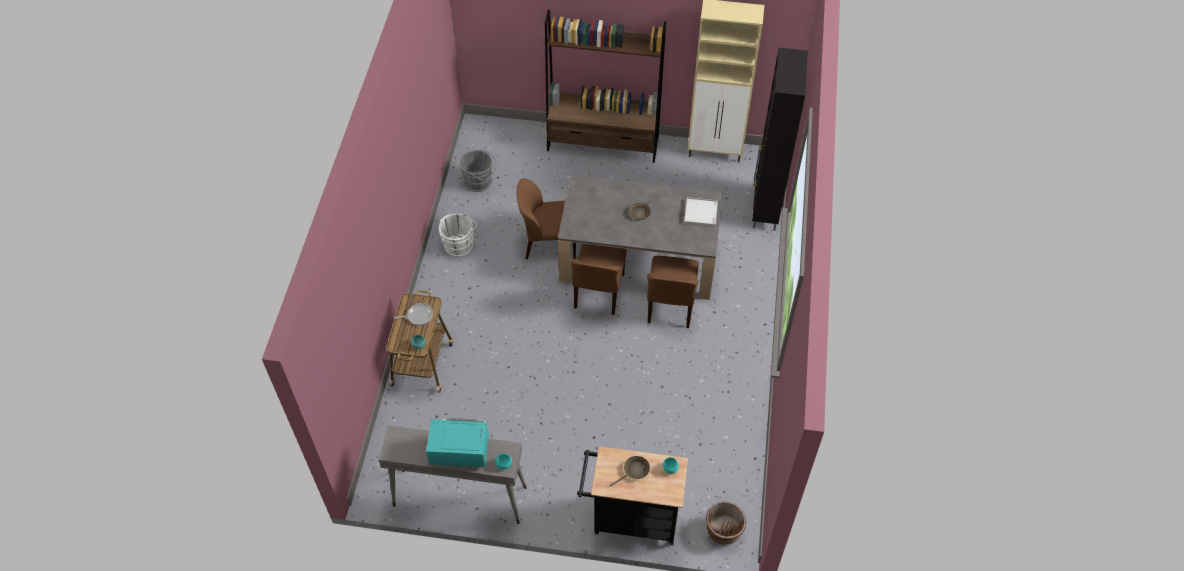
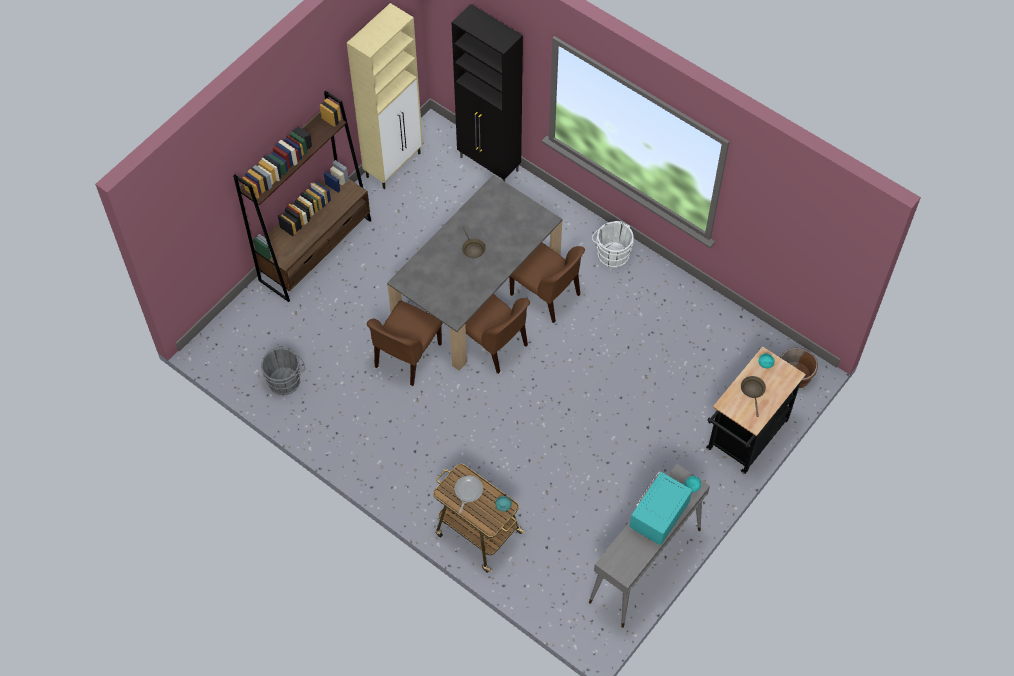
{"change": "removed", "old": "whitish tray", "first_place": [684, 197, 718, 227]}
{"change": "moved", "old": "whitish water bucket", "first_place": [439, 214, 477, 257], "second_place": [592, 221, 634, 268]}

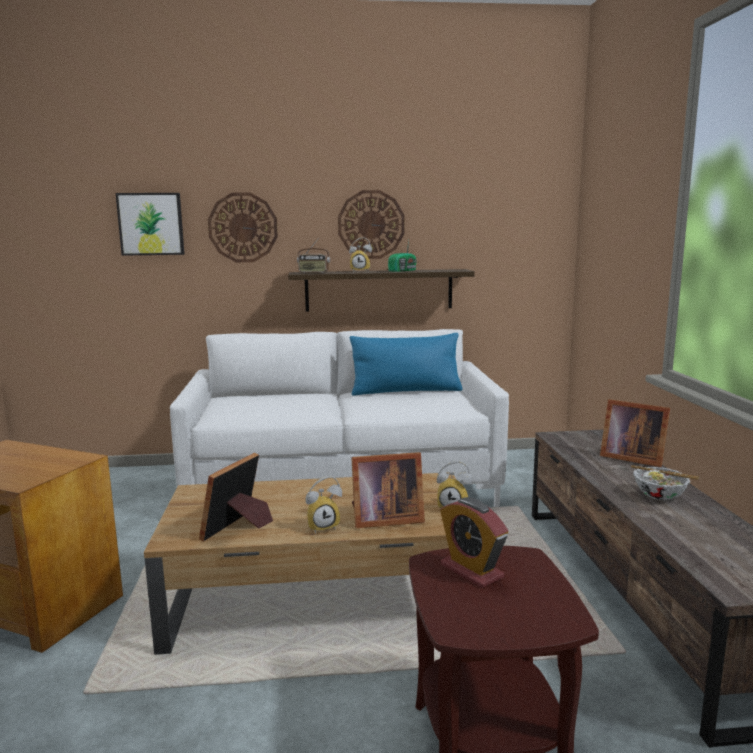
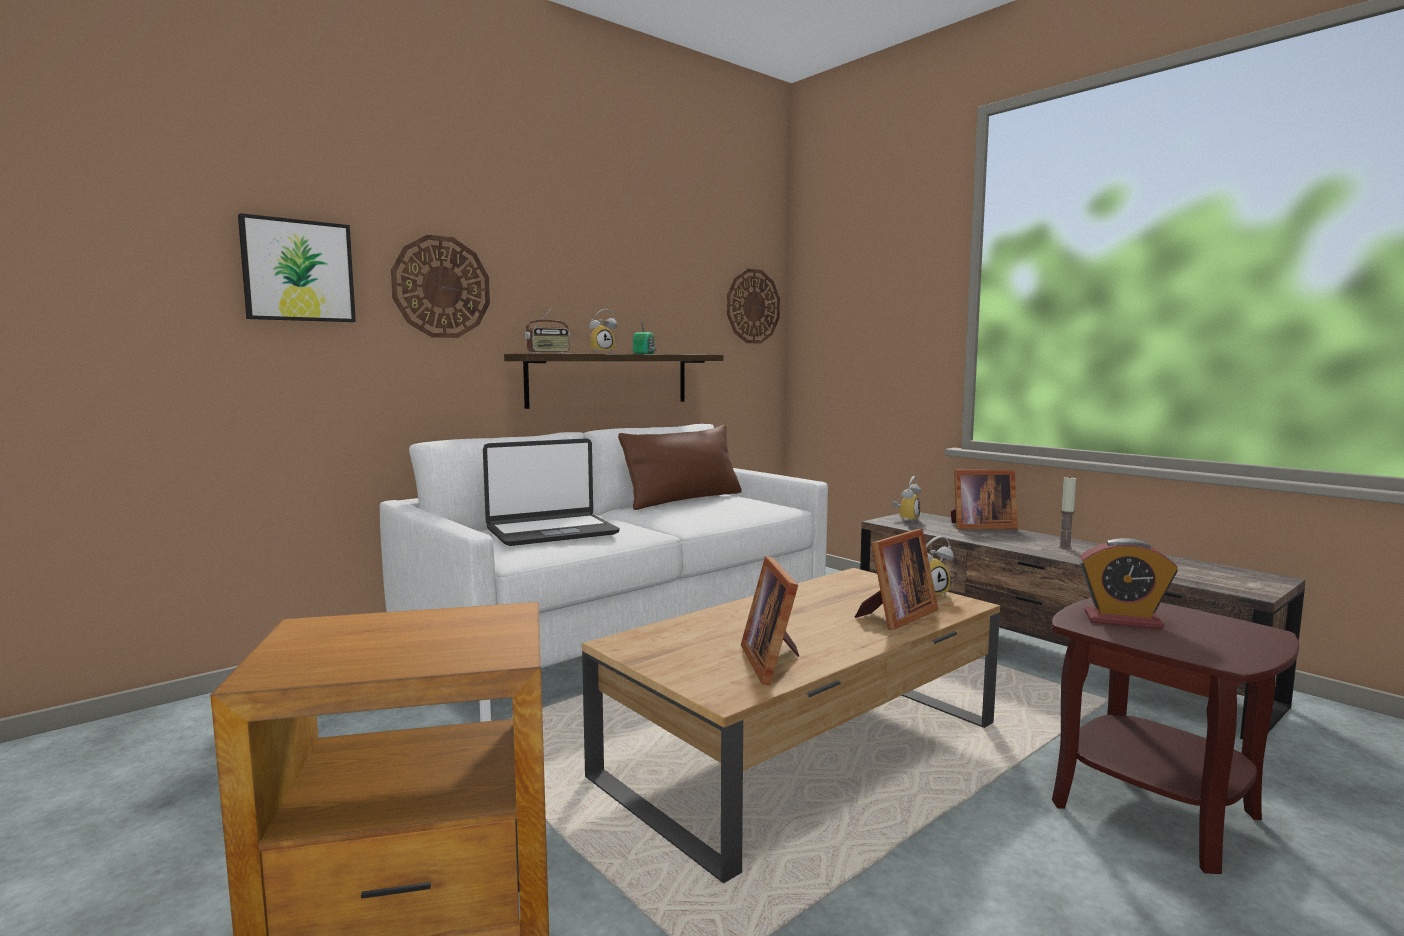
{"change": "added", "new": "portable computer", "second_place": [483, 438, 620, 546]}
{"change": "moved", "old": "bedside clock", "first_place": [306, 476, 342, 534], "second_place": [892, 476, 921, 523]}
{"change": "moved", "old": "hanging clock", "first_place": [338, 190, 405, 259], "second_place": [727, 269, 780, 343]}
{"change": "replaced", "old": "deep dish", "new": "wax light", "first_place": [631, 465, 699, 500], "second_place": [1058, 476, 1076, 549]}
{"change": "recoloured", "old": "blue cushion", "new": "brown-coloured cushion", "first_place": [350, 333, 463, 395], "second_place": [618, 425, 742, 510]}

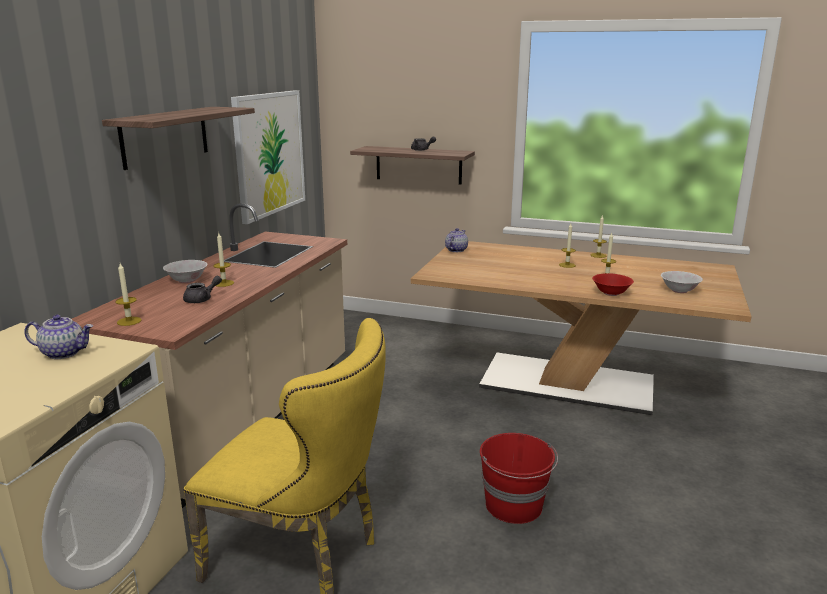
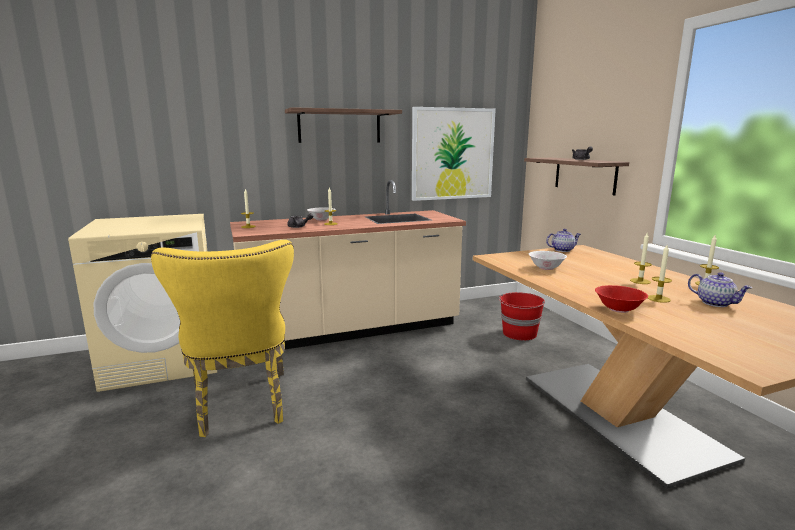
{"change": "moved", "old": "teapot", "first_place": [24, 315, 93, 359], "second_place": [688, 272, 752, 307]}
{"change": "moved", "old": "reddish water bucket", "first_place": [480, 433, 558, 524], "second_place": [499, 292, 545, 340]}
{"change": "moved", "old": "whitish deep dish", "first_place": [661, 271, 703, 293], "second_place": [529, 251, 567, 270]}

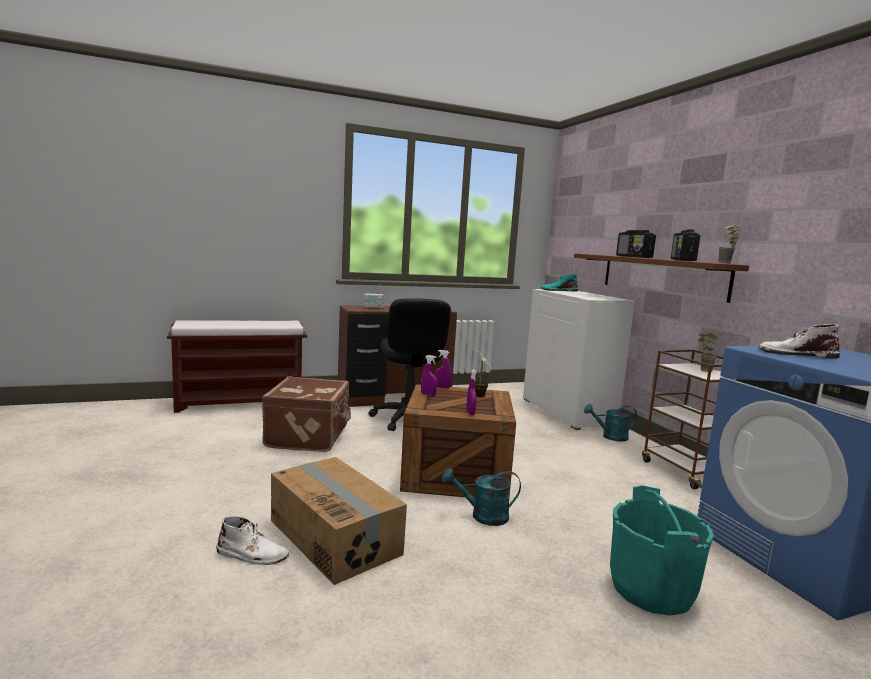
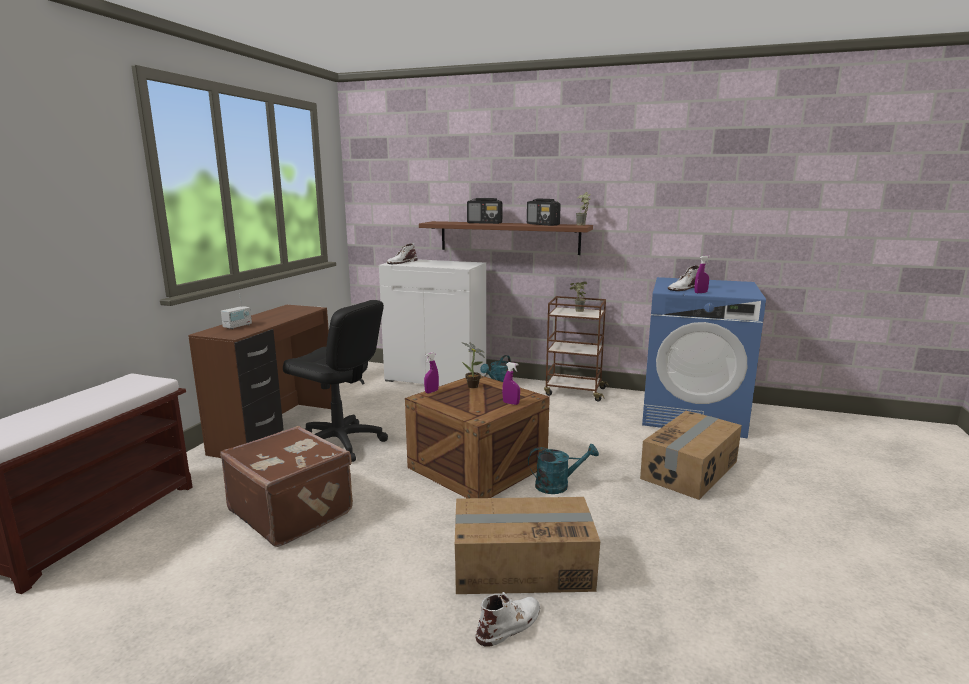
{"change": "moved", "old": "purple-coloured sprayer", "first_place": [421, 355, 437, 396], "second_place": [694, 255, 710, 293]}
{"change": "replaced", "old": "turquoise water bucket", "new": "packing box", "first_place": [610, 485, 714, 616], "second_place": [640, 411, 742, 500]}
{"change": "recoloured", "old": "turquoise high-top boot", "new": "whitish high-top boot", "first_place": [541, 274, 578, 292], "second_place": [386, 243, 417, 264]}
{"change": "turned", "old": "turquoise sprinkling can", "first_place": [442, 468, 521, 526], "second_place": [528, 444, 599, 494], "degrees": -135}

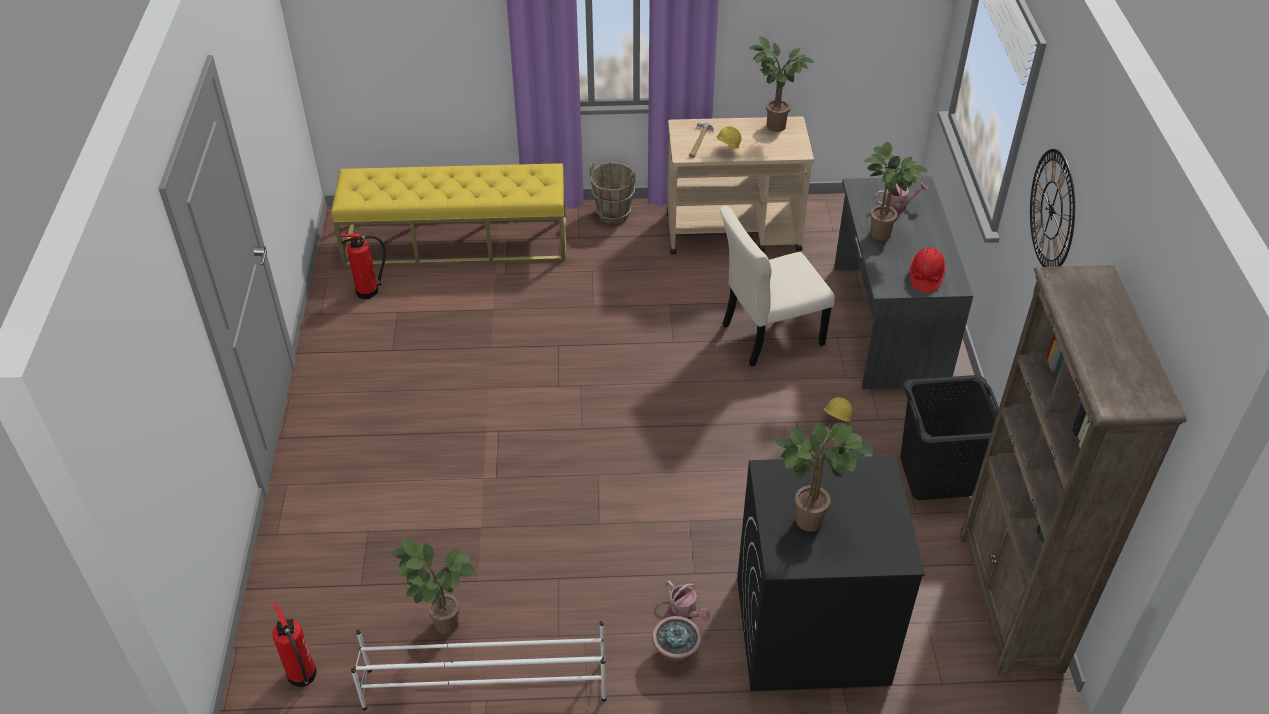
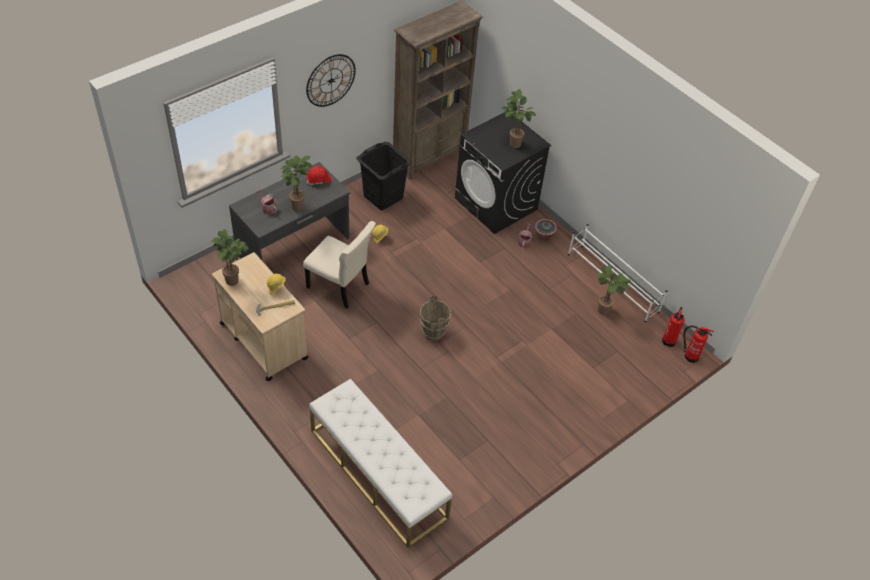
{"change": "moved", "old": "fire extinguisher", "first_place": [339, 234, 386, 299], "second_place": [683, 325, 714, 363]}
{"change": "moved", "old": "brown-coloured water bucket", "first_place": [590, 162, 636, 224], "second_place": [420, 295, 451, 341]}
{"change": "recoloured", "old": "yellowish bench", "new": "whitish bench", "first_place": [331, 163, 566, 267], "second_place": [309, 379, 452, 548]}

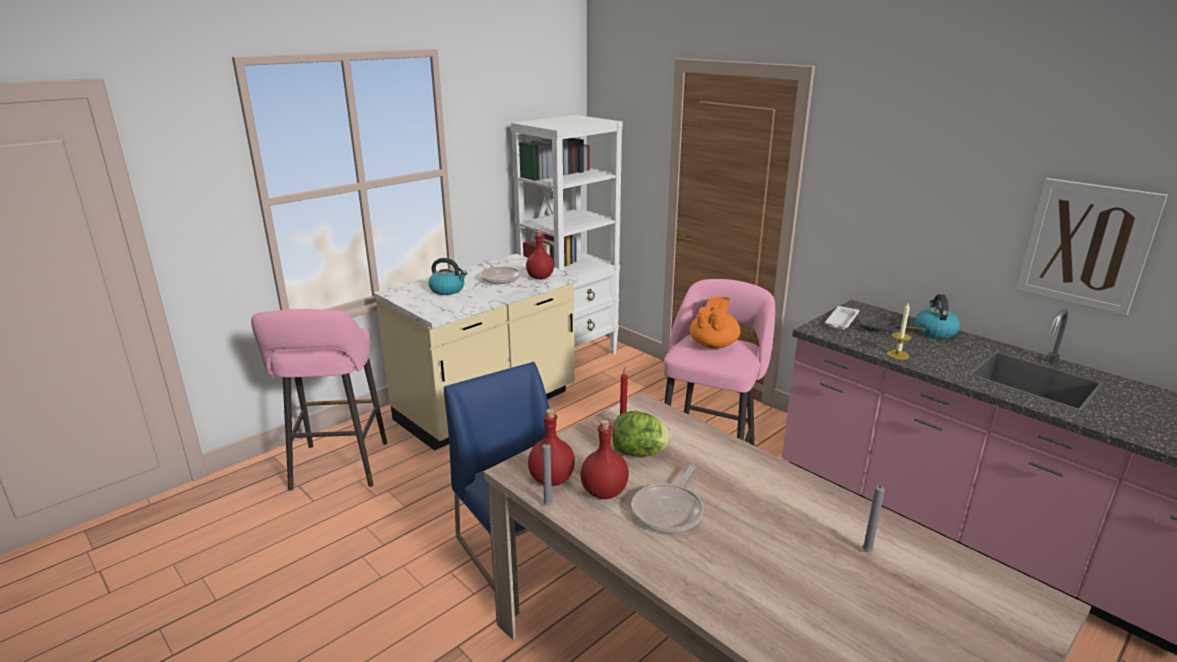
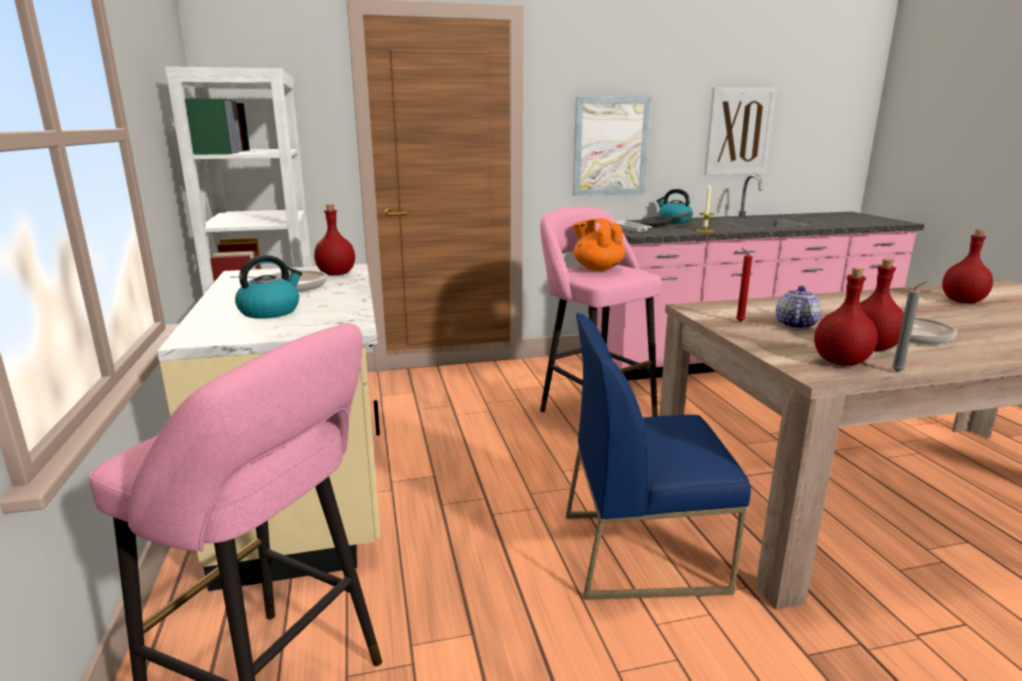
{"change": "added", "new": "wall picture", "second_place": [573, 97, 651, 196]}
{"change": "replaced", "old": "lettuce head", "new": "teapot", "first_place": [612, 411, 671, 457], "second_place": [776, 286, 822, 329]}
{"change": "replaced", "old": "gray wax light", "new": "reddish drink bottle", "first_place": [862, 482, 885, 552], "second_place": [942, 230, 993, 303]}

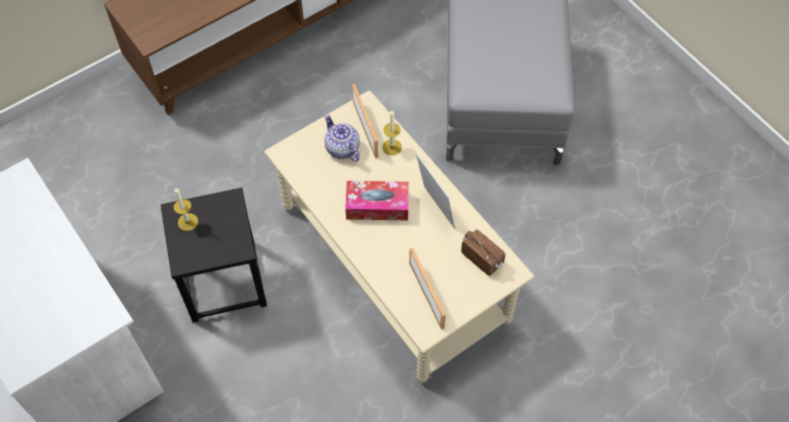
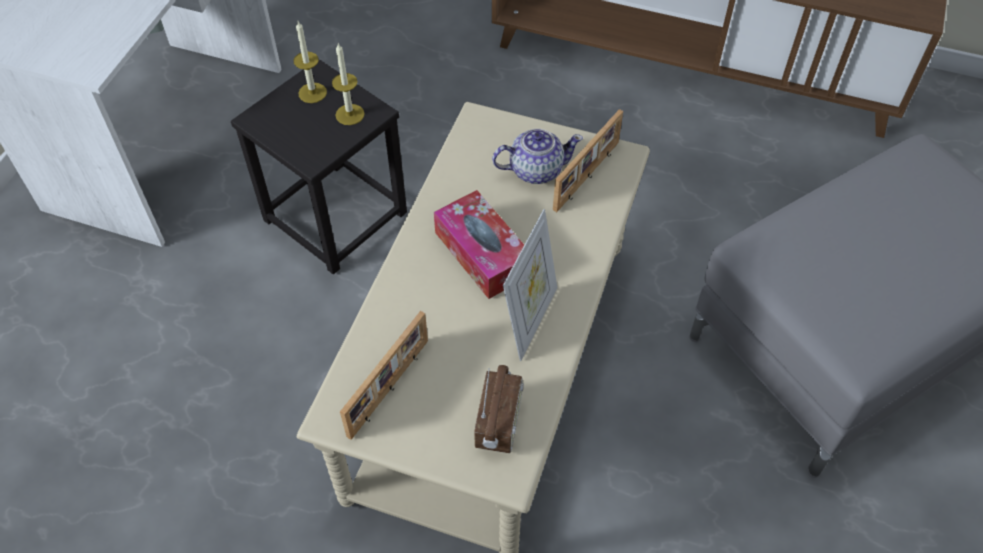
{"change": "moved", "old": "wax light", "first_place": [382, 111, 402, 155], "second_place": [332, 43, 365, 125]}
{"change": "turned", "old": "teapot", "first_place": [324, 114, 360, 162], "second_place": [492, 129, 583, 184], "degrees": 60}

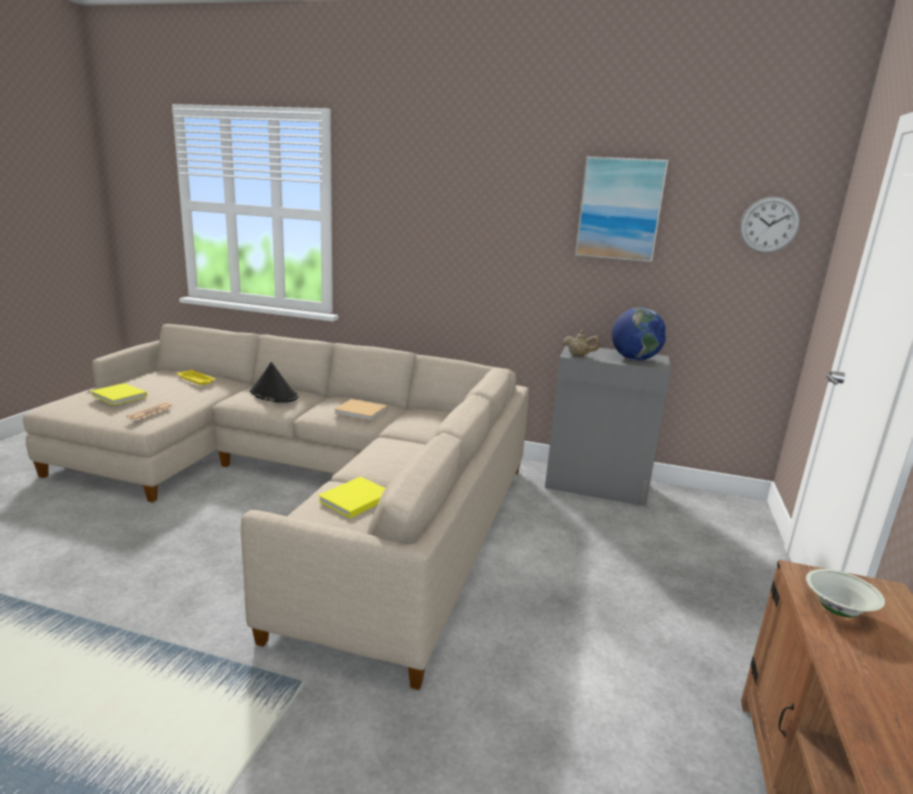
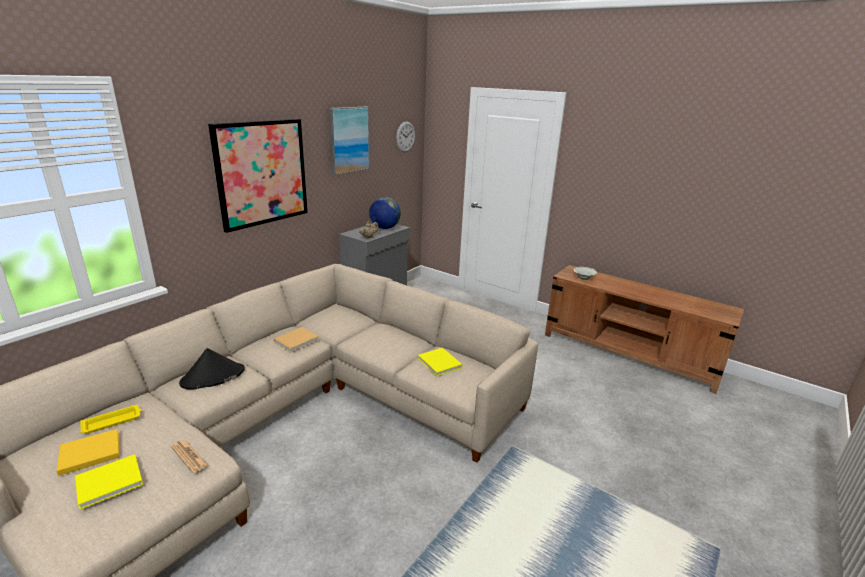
{"change": "added", "new": "yellowish bound book", "second_place": [57, 429, 119, 476]}
{"change": "added", "new": "wall picture", "second_place": [208, 119, 308, 233]}

